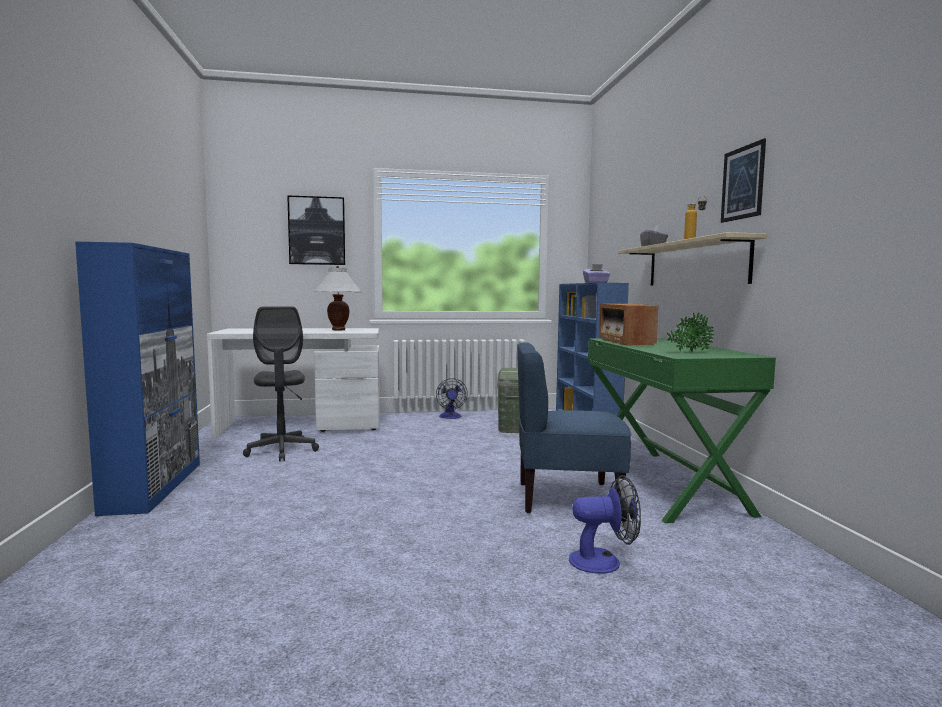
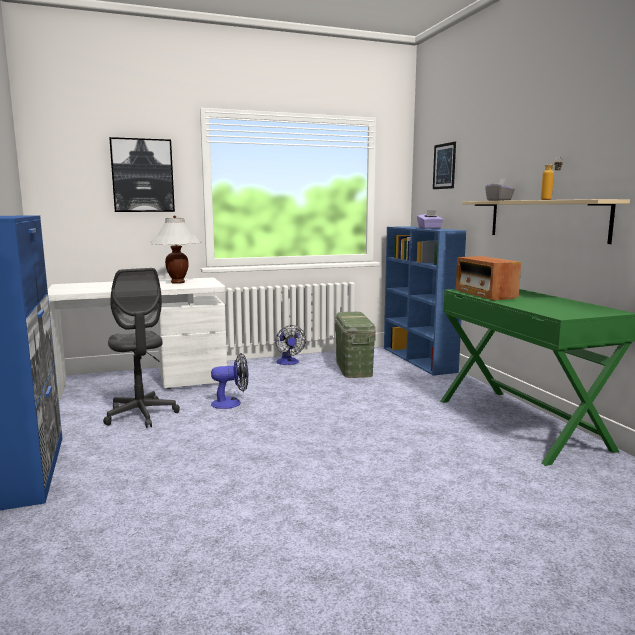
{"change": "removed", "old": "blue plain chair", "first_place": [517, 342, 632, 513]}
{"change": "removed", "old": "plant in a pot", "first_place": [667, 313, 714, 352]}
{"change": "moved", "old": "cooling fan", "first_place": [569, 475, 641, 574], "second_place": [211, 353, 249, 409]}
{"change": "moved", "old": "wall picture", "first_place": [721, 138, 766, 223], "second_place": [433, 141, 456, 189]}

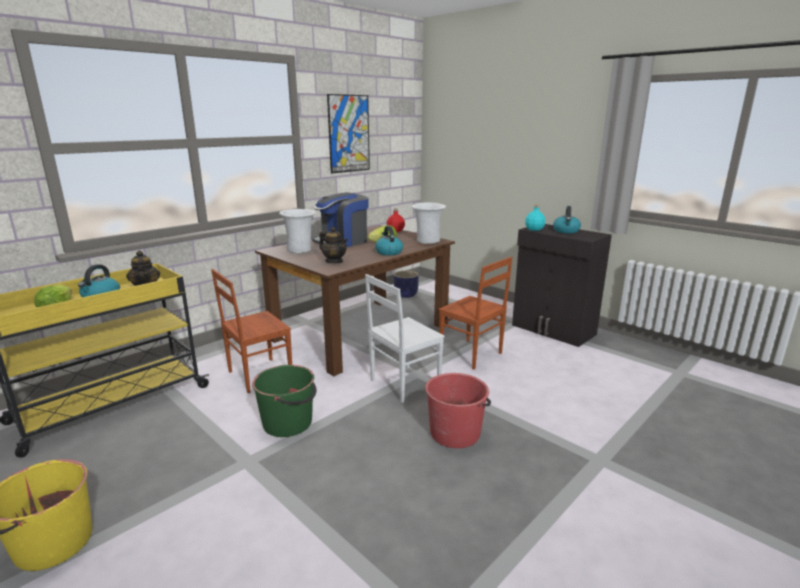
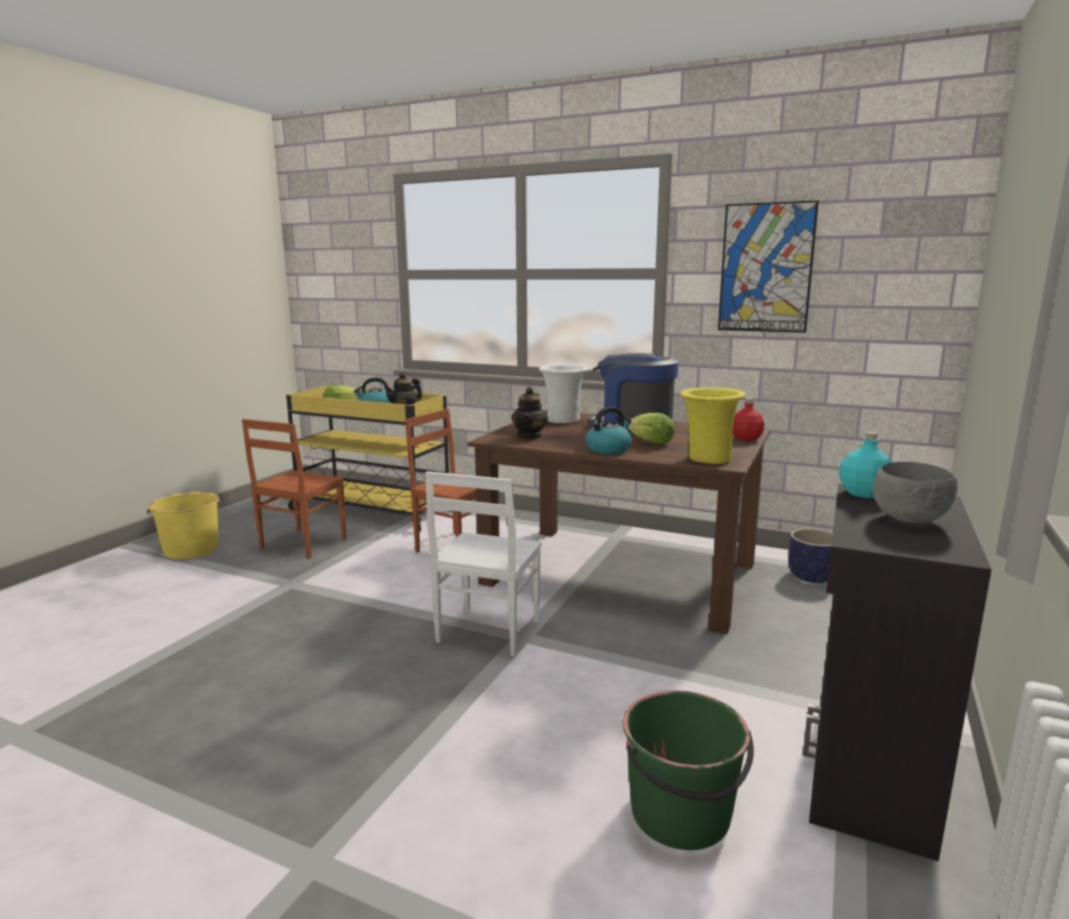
{"change": "removed", "old": "reddish water bucket", "first_place": [425, 373, 491, 448]}
{"change": "moved", "old": "green water bucket", "first_place": [252, 365, 317, 437], "second_place": [622, 690, 754, 850]}
{"change": "moved", "old": "brown-coloured plain chair", "first_place": [439, 257, 512, 370], "second_place": [242, 419, 346, 559]}
{"change": "replaced", "old": "kettle", "new": "gray deep dish", "first_place": [553, 206, 581, 234], "second_place": [873, 462, 957, 524]}
{"change": "recoloured", "old": "whitish decorative vase", "new": "yellowish decorative vase", "first_place": [411, 202, 446, 244], "second_place": [680, 388, 746, 464]}
{"change": "turned", "old": "whitish plain chair", "first_place": [365, 274, 444, 403], "second_place": [425, 471, 542, 657], "degrees": -105}

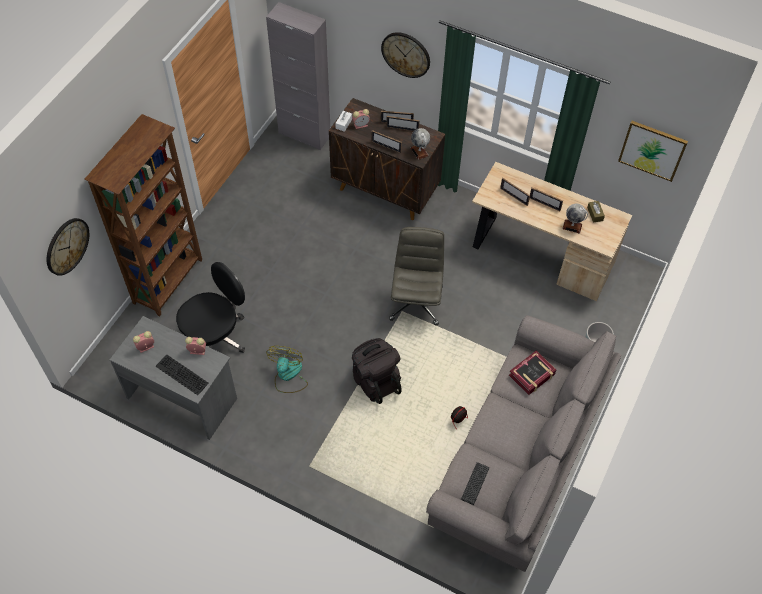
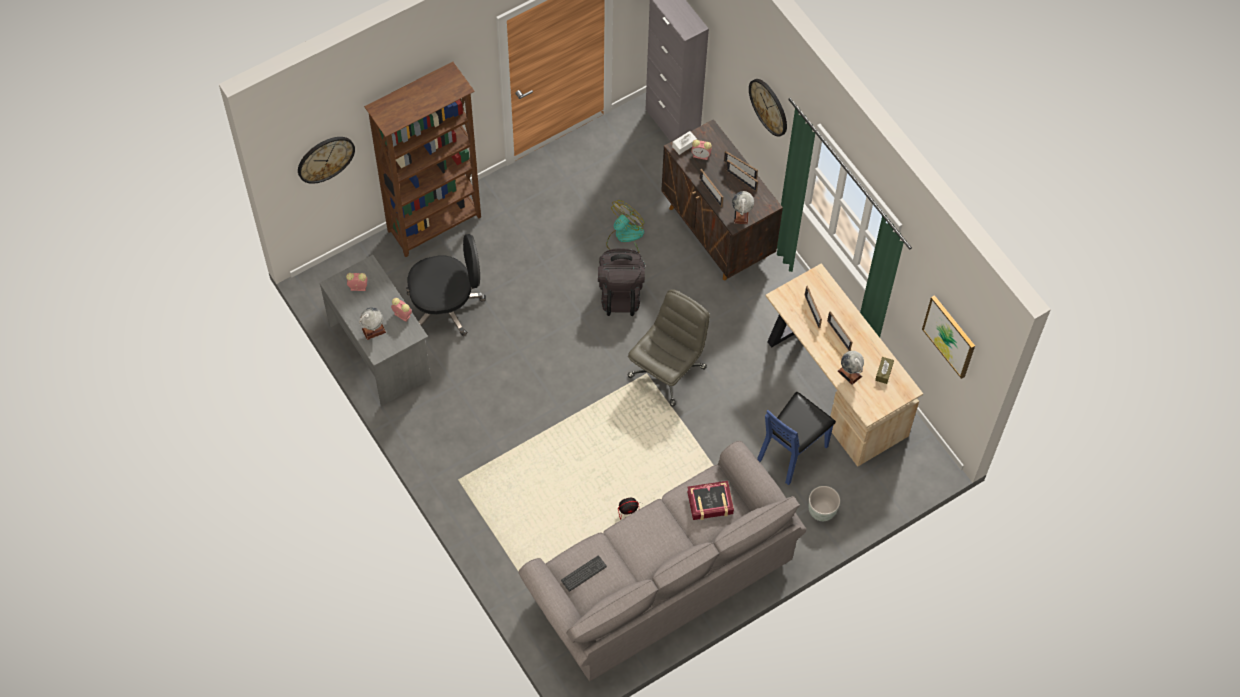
{"change": "added", "new": "blue plain chair", "second_place": [757, 392, 836, 485]}
{"change": "moved", "old": "cooling fan", "first_place": [266, 346, 308, 393], "second_place": [606, 200, 645, 252]}
{"change": "moved", "old": "blackish backpack", "first_place": [352, 338, 402, 404], "second_place": [598, 248, 645, 316]}
{"change": "replaced", "old": "keyboard", "new": "world globe", "first_place": [156, 355, 209, 395], "second_place": [359, 307, 386, 340]}

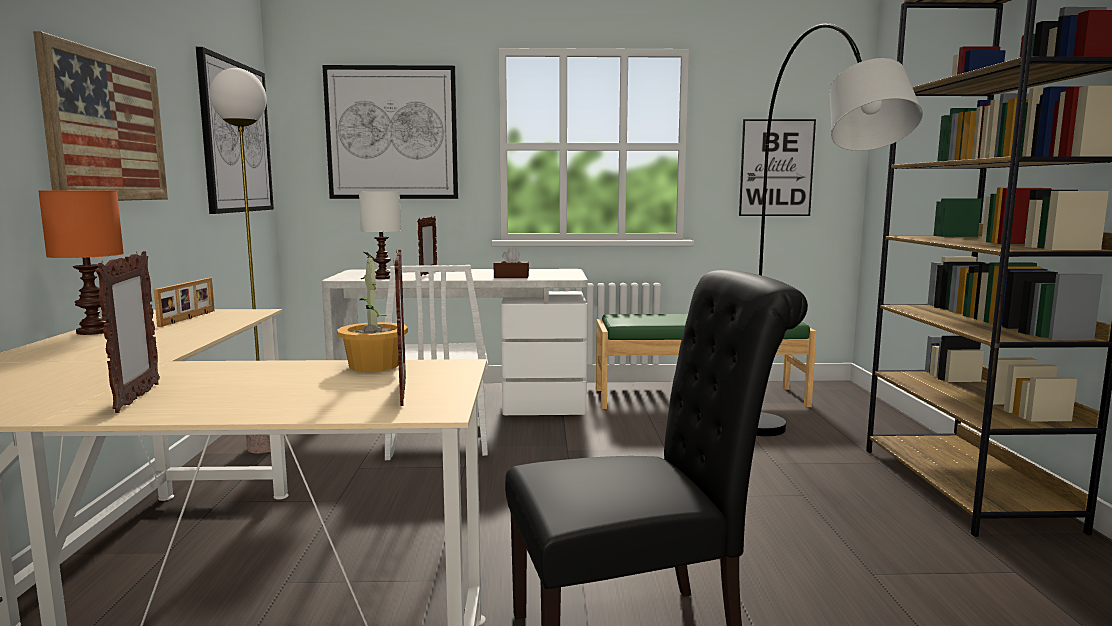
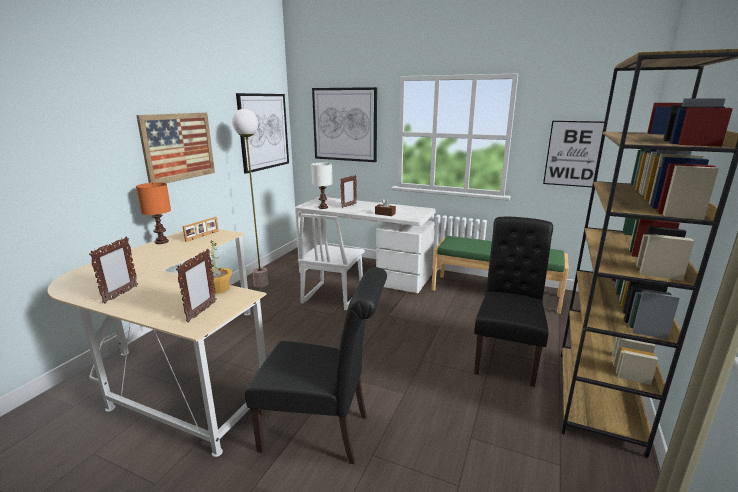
{"change": "replaced", "old": "gray floor lamp", "new": "blackish plain chair", "first_place": [756, 23, 923, 436], "second_place": [474, 217, 553, 387]}

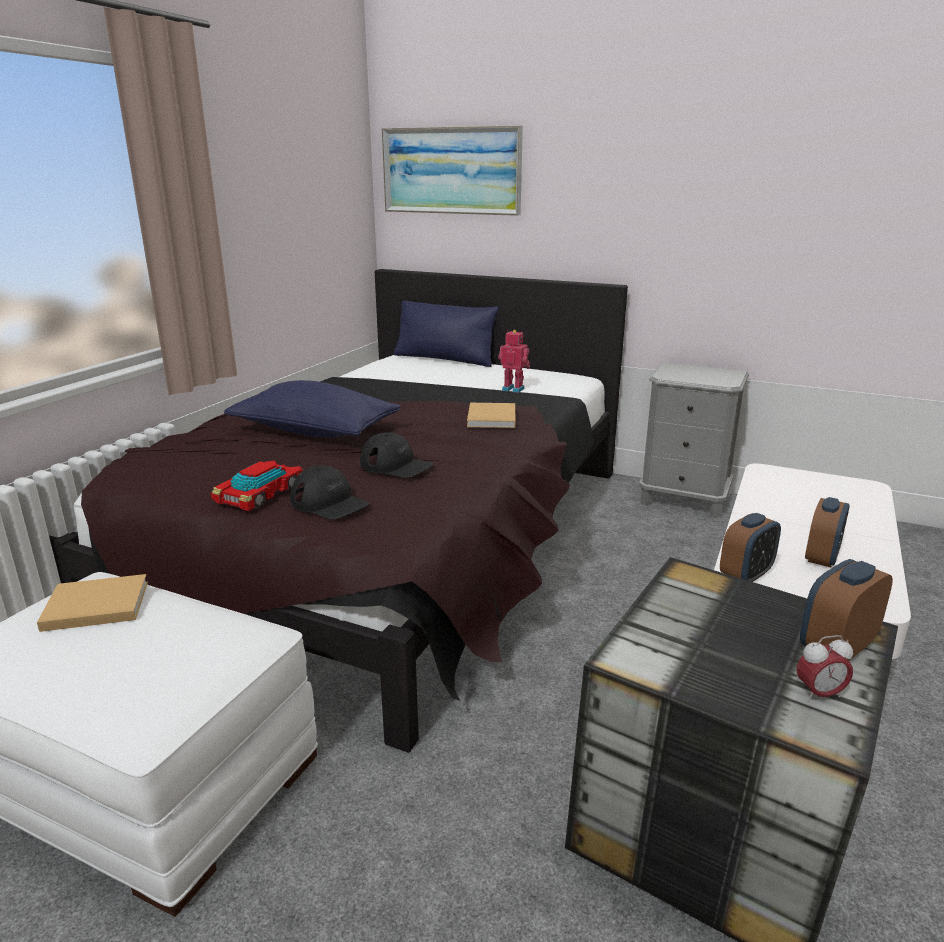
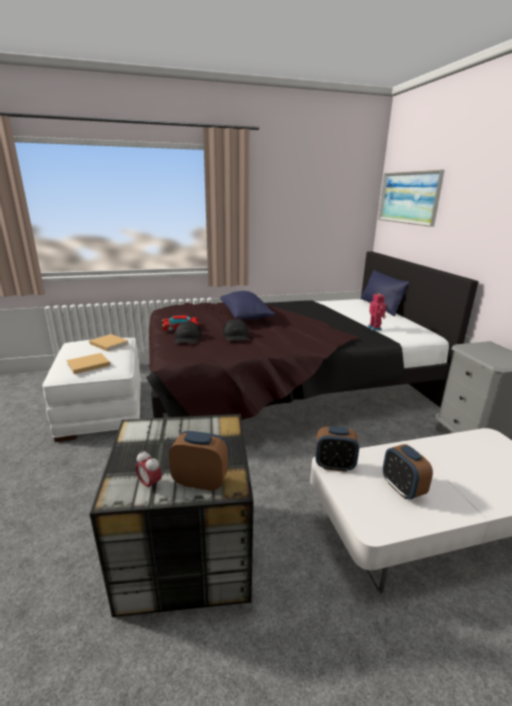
{"change": "moved", "old": "beige-coloured bound book", "first_place": [467, 403, 515, 428], "second_place": [66, 353, 110, 374]}
{"change": "turned", "old": "bedside clock", "first_place": [805, 497, 850, 567], "second_place": [383, 444, 433, 499], "degrees": 75}

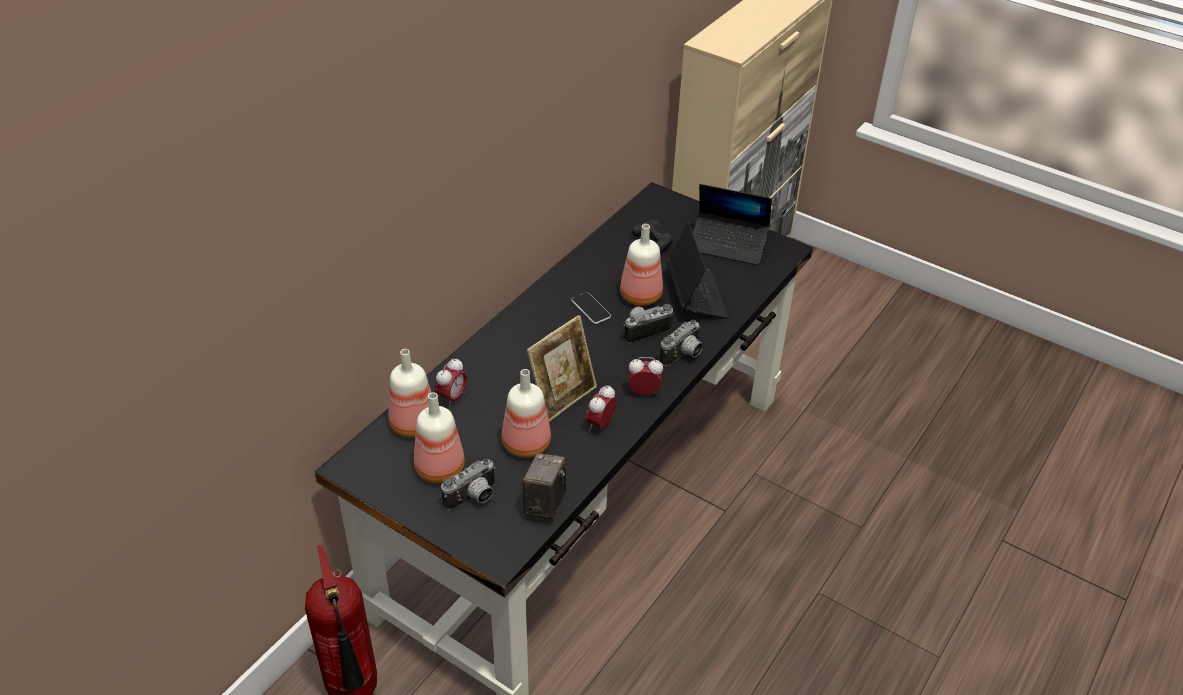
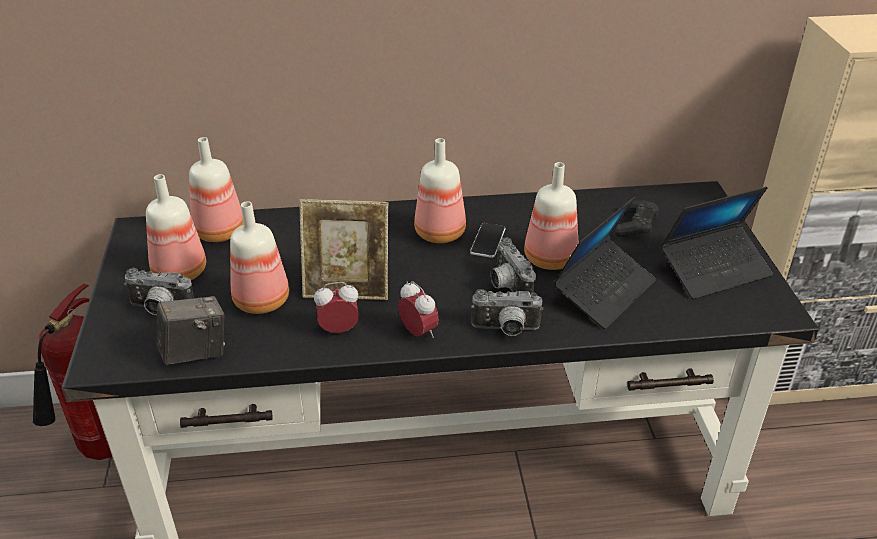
{"change": "removed", "old": "bedside clock", "first_place": [435, 359, 467, 407]}
{"change": "added", "new": "drink bottle", "second_place": [414, 138, 466, 243]}
{"change": "turned", "old": "still camera", "first_place": [623, 304, 673, 343], "second_place": [490, 237, 536, 295], "degrees": -135}
{"change": "turned", "old": "portable computer", "first_place": [693, 184, 772, 265], "second_place": [660, 187, 773, 300], "degrees": -90}

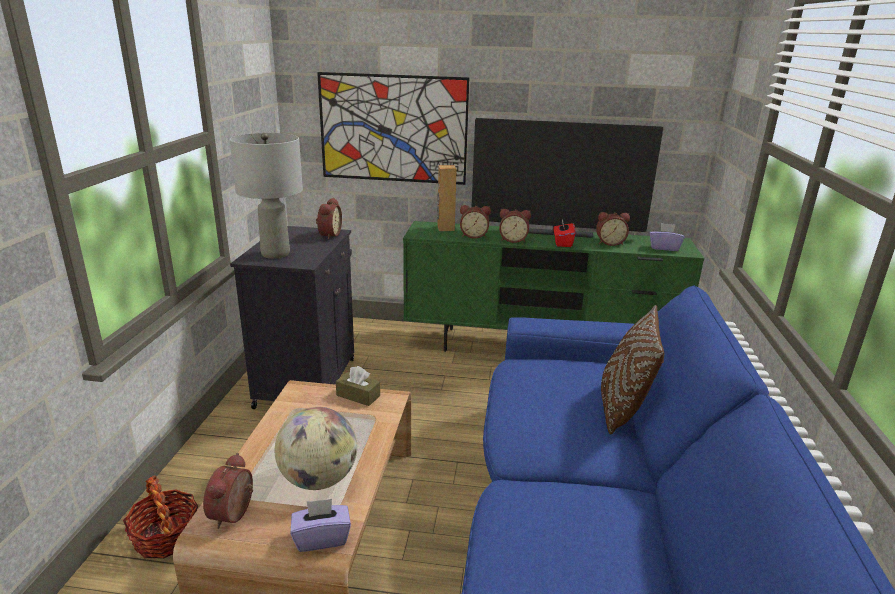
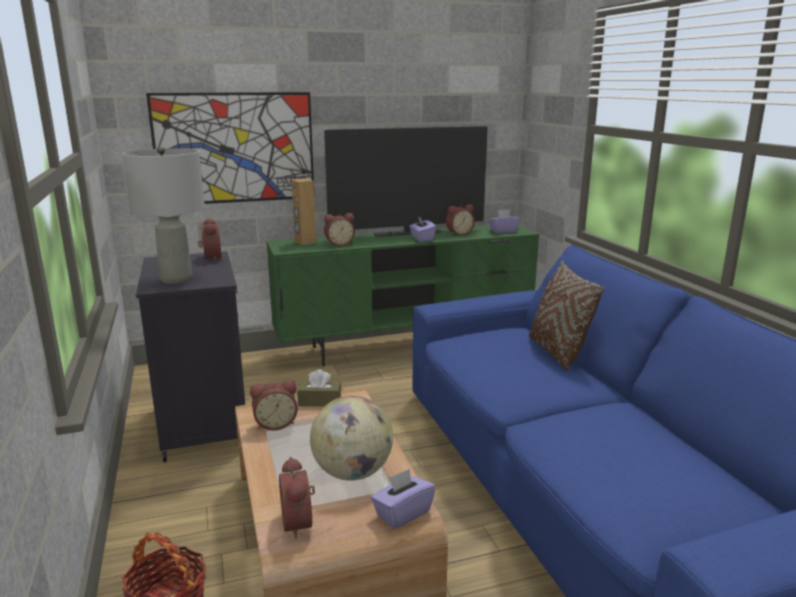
{"change": "moved", "old": "bedside clock", "first_place": [499, 209, 531, 243], "second_place": [250, 380, 298, 431]}
{"change": "recoloured", "old": "reddish tissue holder", "new": "purple-coloured tissue holder", "first_place": [554, 219, 575, 247], "second_place": [409, 217, 436, 242]}

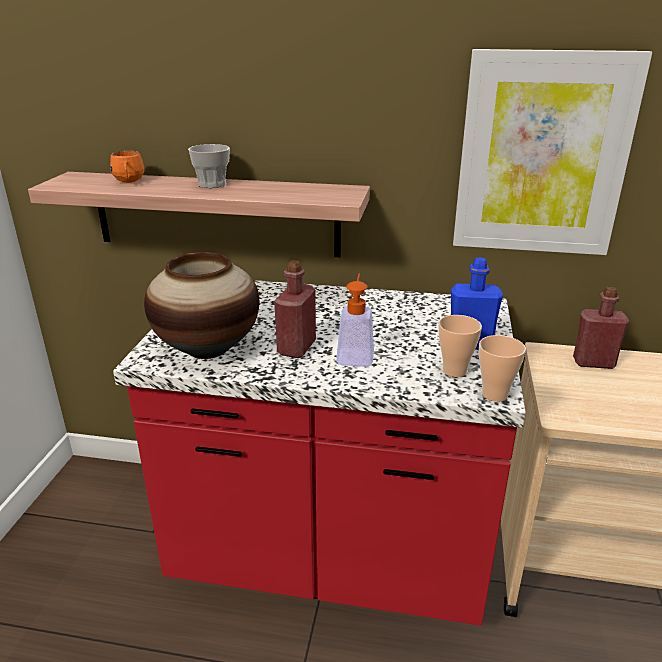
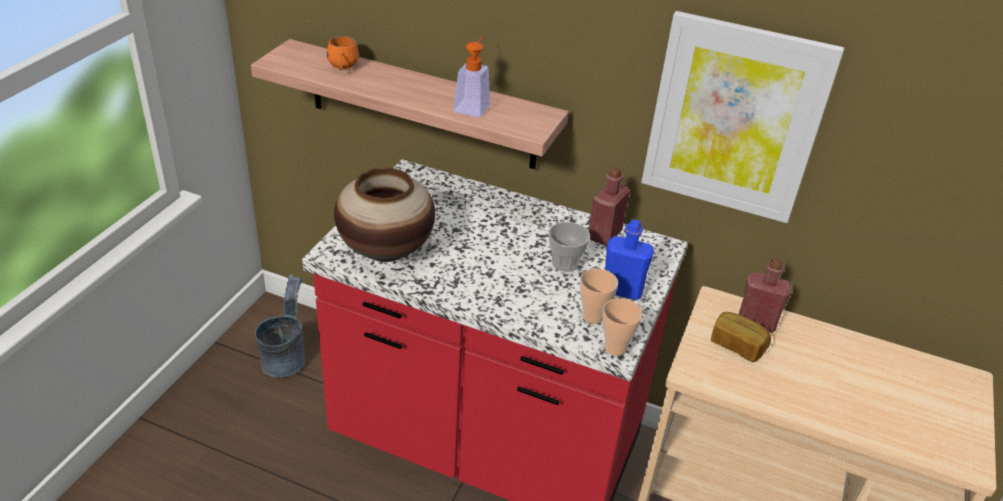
{"change": "added", "new": "gray water bucket", "second_place": [255, 274, 305, 378]}
{"change": "added", "new": "bakery bread", "second_place": [711, 312, 771, 362]}
{"change": "moved", "old": "cup", "first_place": [188, 144, 230, 188], "second_place": [548, 222, 590, 272]}
{"change": "moved", "old": "reddish drink bottle", "first_place": [274, 260, 316, 358], "second_place": [588, 166, 630, 246]}
{"change": "moved", "old": "soap dispenser", "first_place": [336, 273, 374, 367], "second_place": [454, 35, 490, 117]}

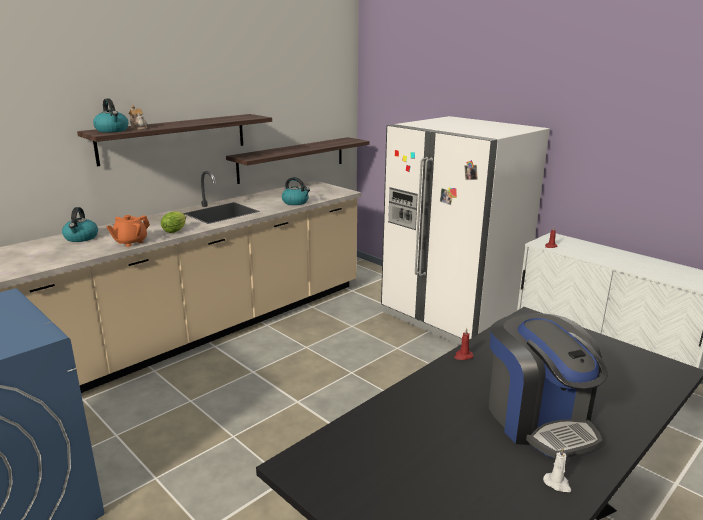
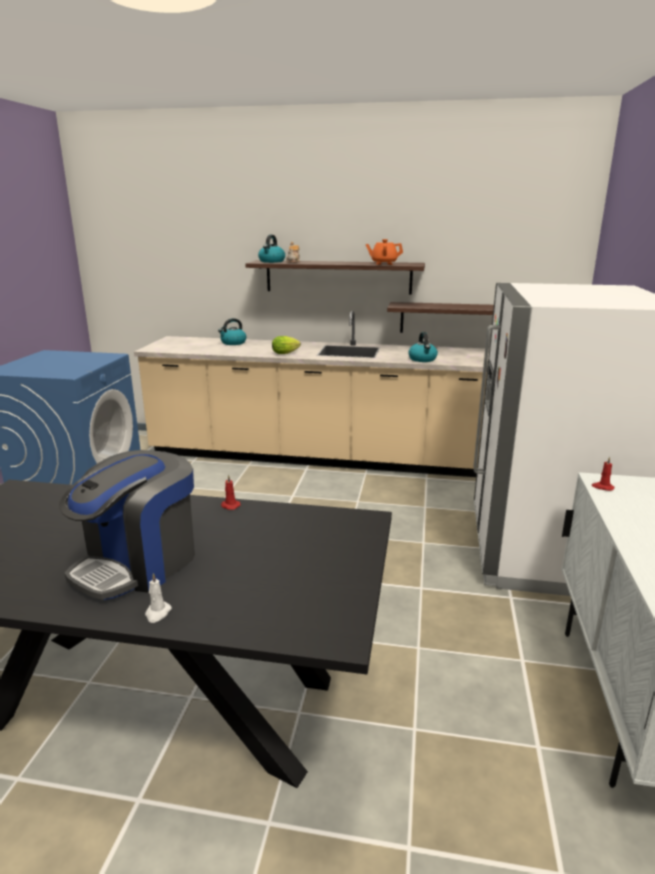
{"change": "moved", "old": "orangey teapot", "first_place": [106, 215, 150, 247], "second_place": [366, 239, 403, 265]}
{"change": "moved", "old": "whitish wax light", "first_place": [543, 447, 571, 492], "second_place": [145, 573, 172, 623]}

